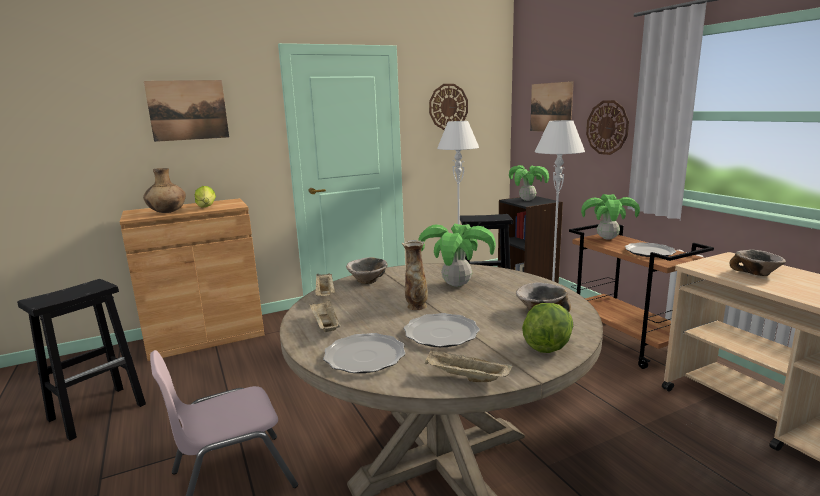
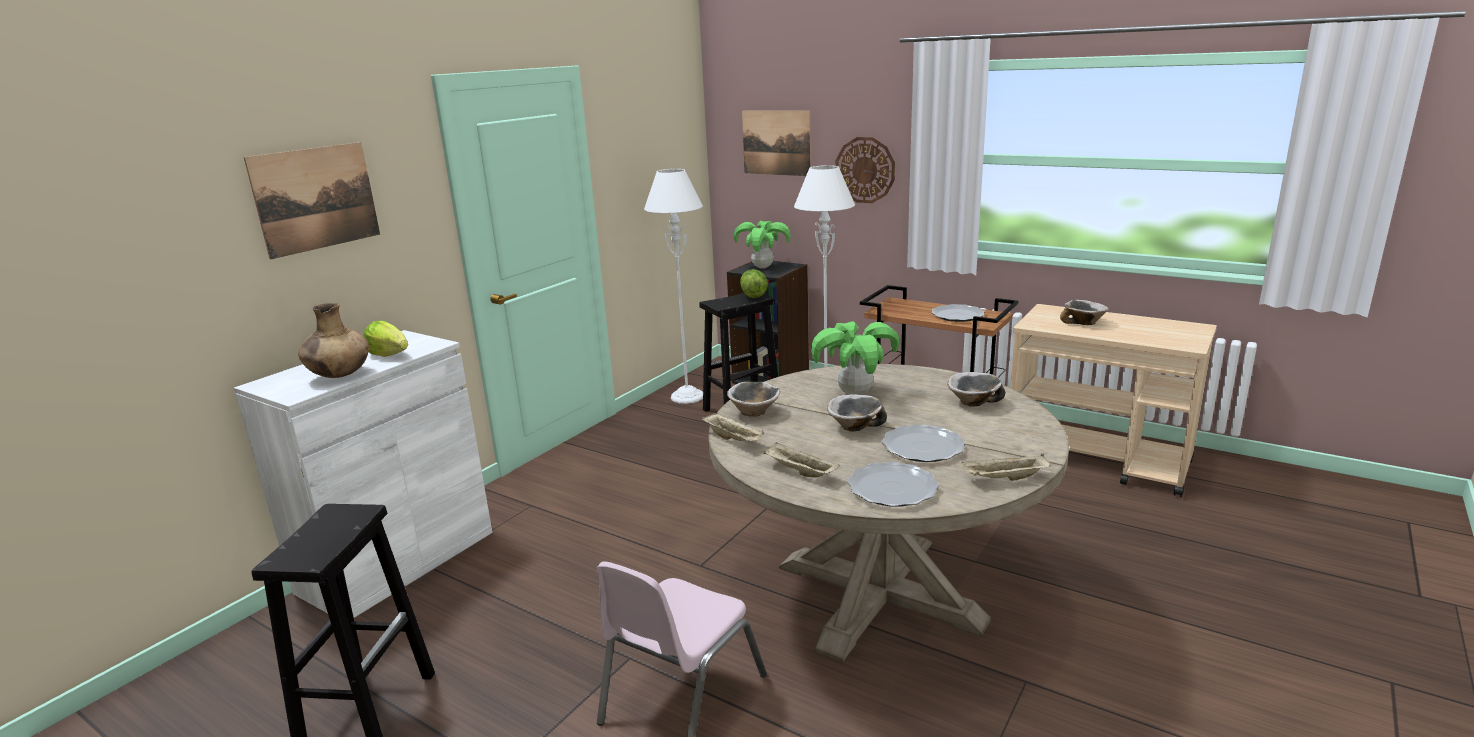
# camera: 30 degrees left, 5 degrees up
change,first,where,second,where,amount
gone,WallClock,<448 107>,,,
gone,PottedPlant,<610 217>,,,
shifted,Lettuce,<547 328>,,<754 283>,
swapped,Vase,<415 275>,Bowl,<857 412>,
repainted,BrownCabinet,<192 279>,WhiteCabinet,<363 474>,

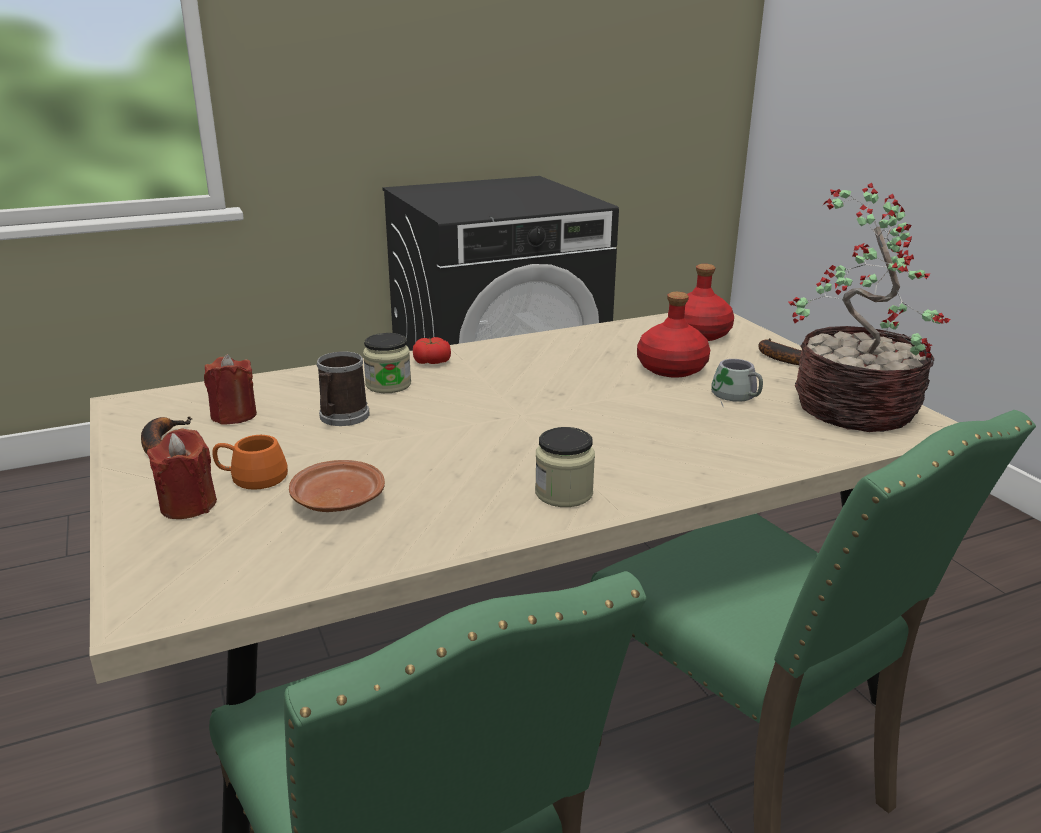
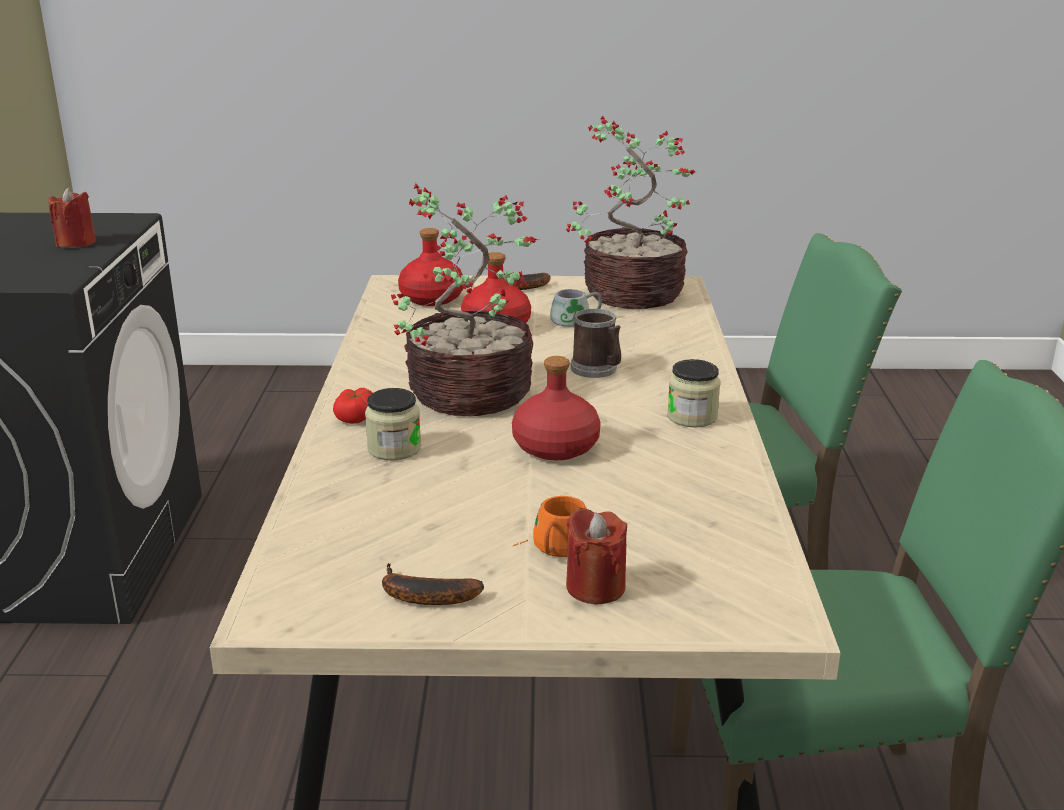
# camera: 65 degrees left, 0 degrees up
change,first,where,second,where,amount
gone,BrownPlate,<337 486>,,,
new,,,PottedPlant,<464 299>,
new,,,RedBottle,<556 408>,
shifted,RedCandle,<230 389>,,<72 218>,
shifted,Mug,<343 388>,,<596 343>,

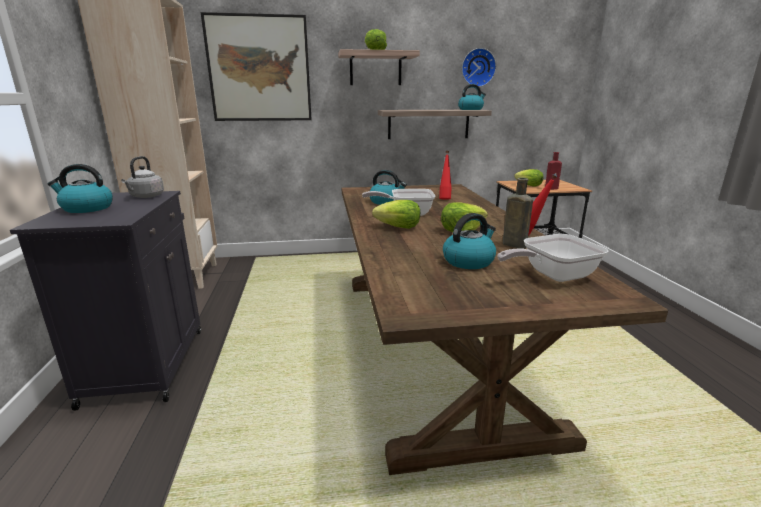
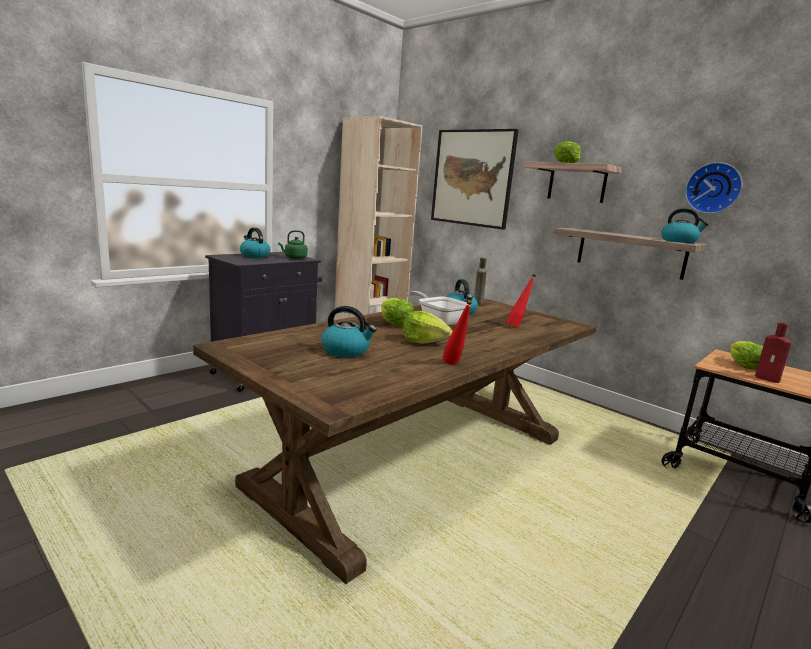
# camera: 50 degrees right, 5 degrees down
change,first,where,second,where,amount
gone,FryingPan,<553 258>,,,
shifted,BrownBottle,<518 213>,,<480 281>,
repainted,GreyKettle,<142 177>,GreenKettle,<293 244>,

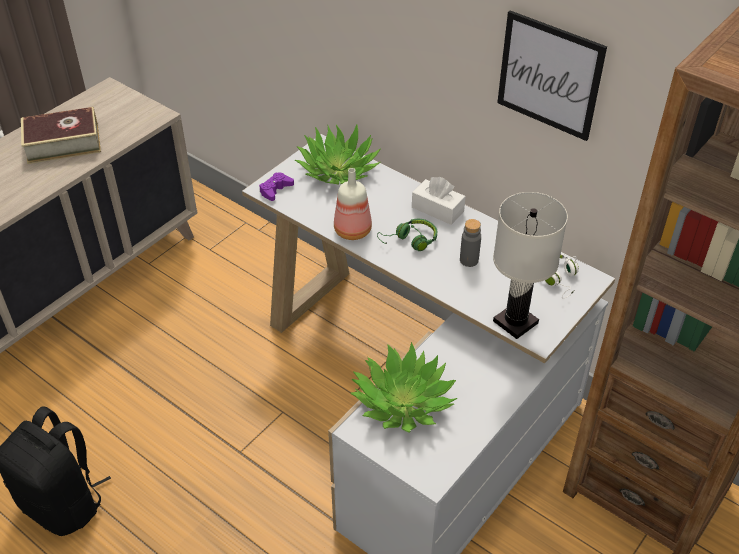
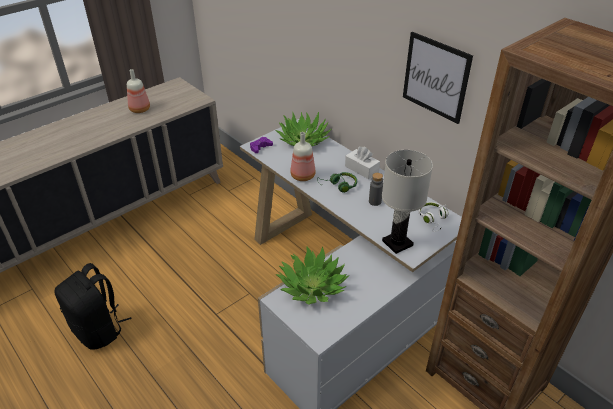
# camera: 10 degrees right, 5 degrees down
change,first,where,second,where,amount
swapped,Book,<61 135>,Bottle,<138 91>,

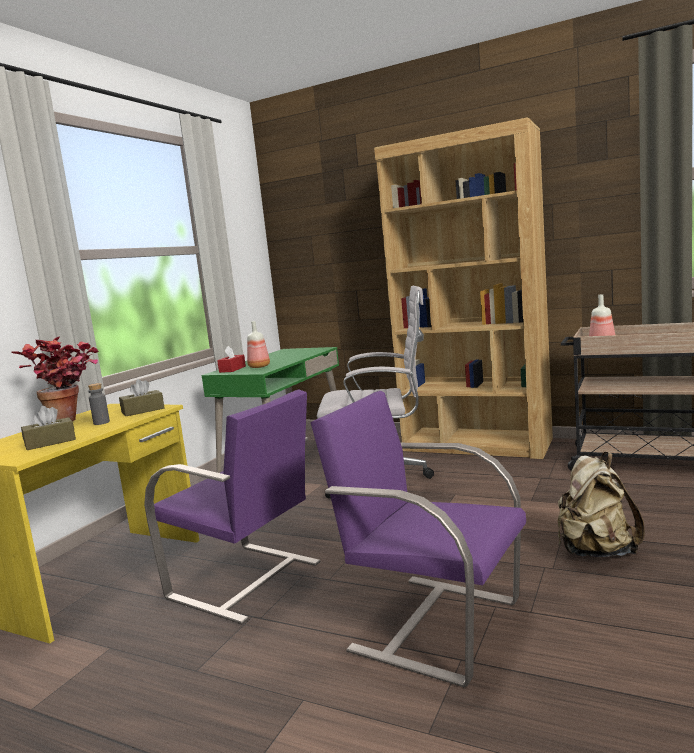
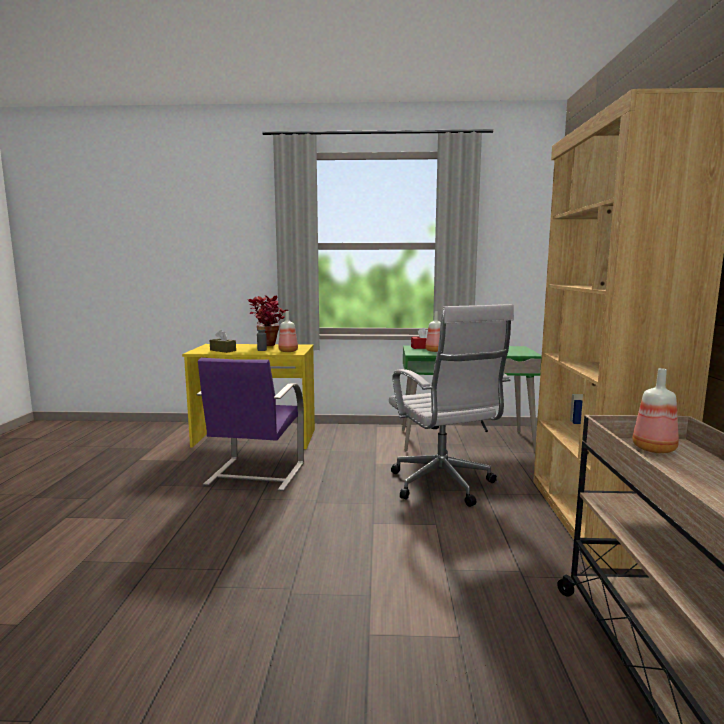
# camera: 65 degrees right, 0 degrees up
change,first,where,second,where,amount
gone,PurpleChair,<418 539>,,,
gone,BeigeBackpack,<601 504>,,,
swapped,BrownTissueBox,<141 397>,Bottle,<288 332>,

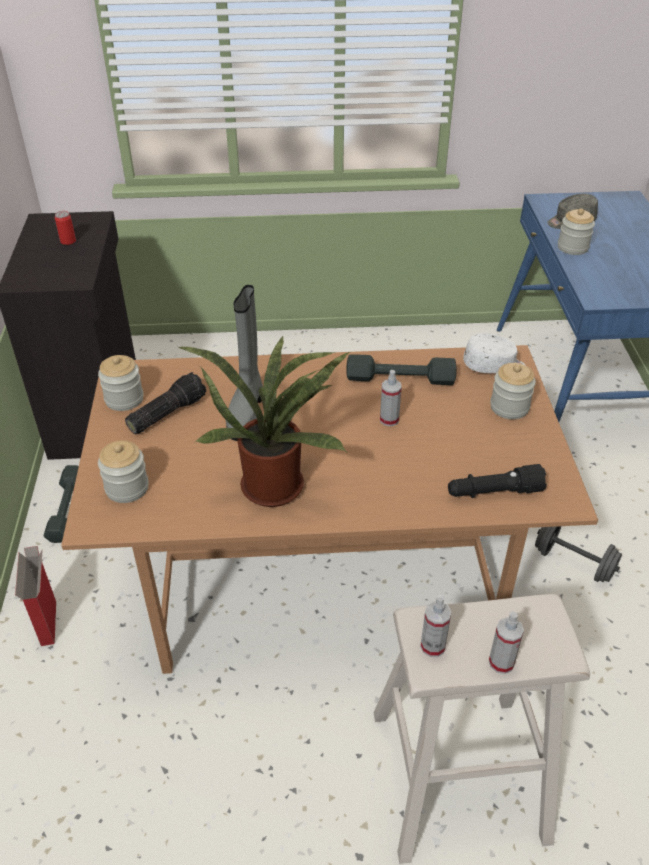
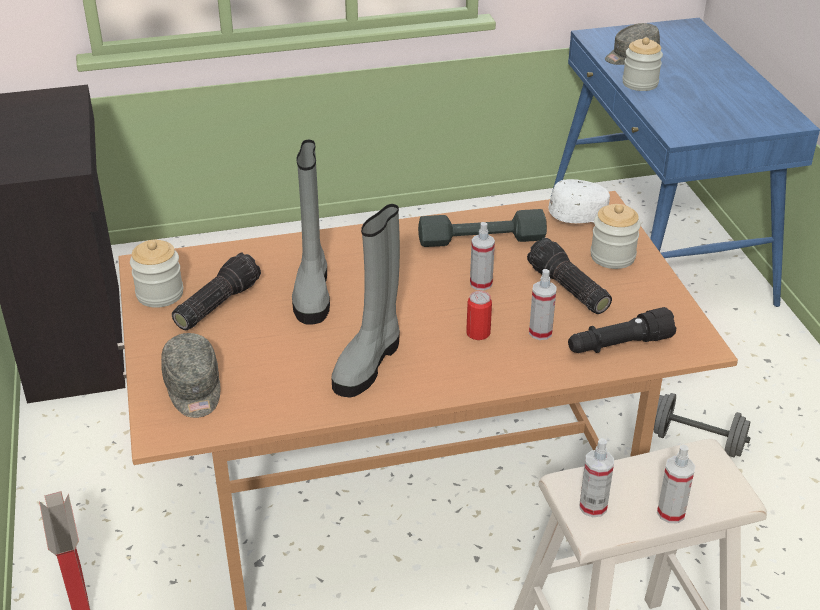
# camera: 10 degrees left, 5 degrees down
change,first,where,second,where,amount
gone,GreyDumbbell,<61 504>,,,
new,,,Flashlight,<569 276>,
new,,,SprayBottle,<543 304>,
shifted,Can,<65 228>,,<479 315>,
swapped,Jar,<123 471>,GreyCap,<190 375>,
swapped,PottedPlant,<263 420>,GreyBoot,<366 301>,

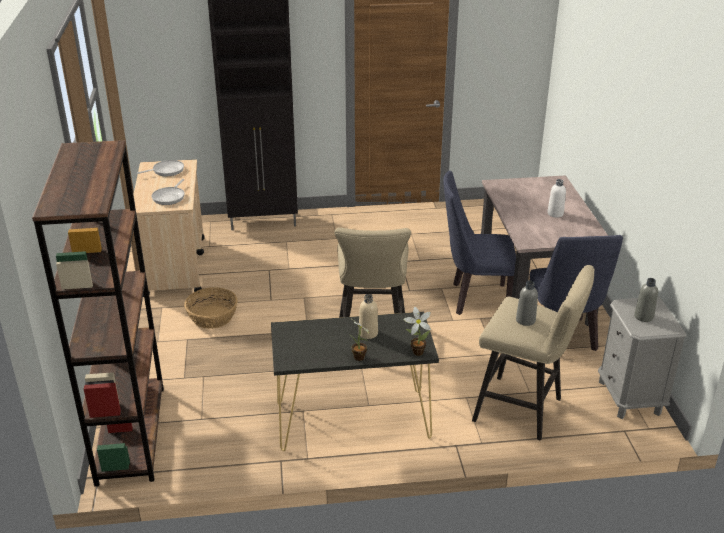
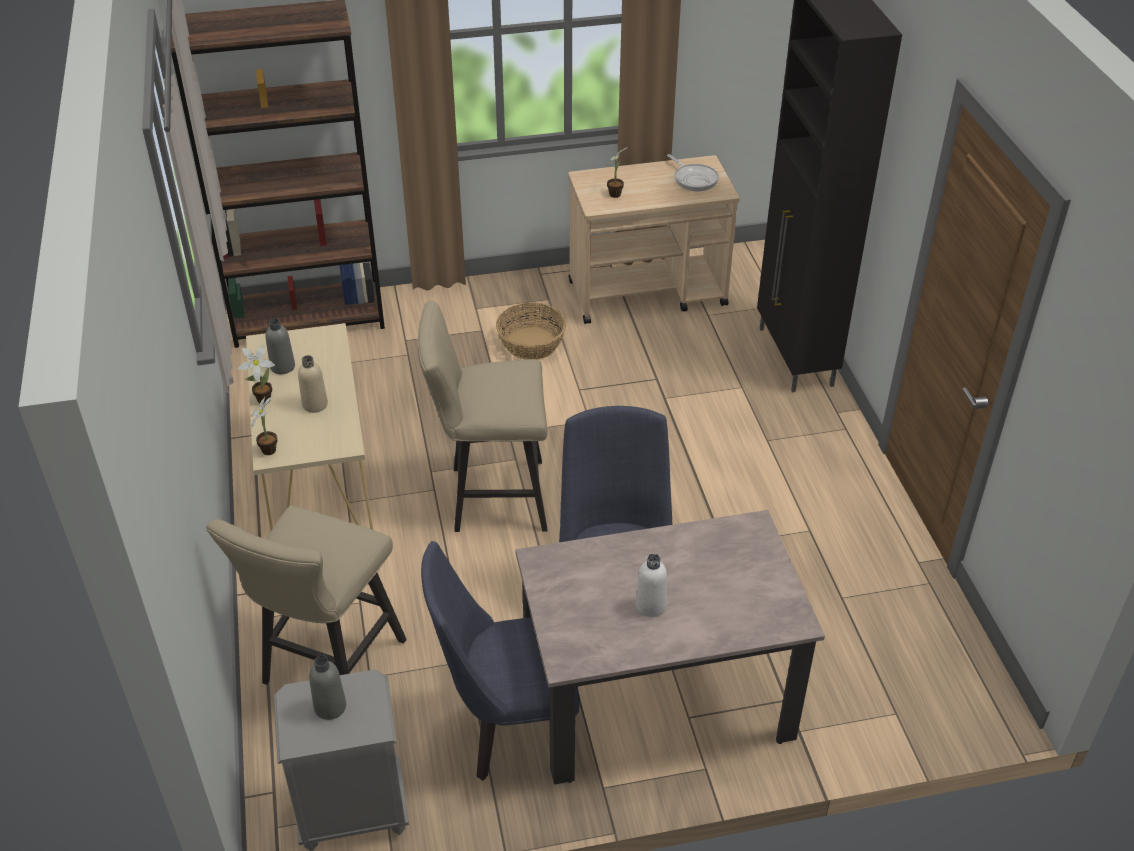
# camera: 85 degrees right, 10 degrees up
change,first,where,second,where,amount
shifted,GreyBottle,<527 303>,,<280 346>,
swapped,FryingPan,<168 192>,PottedPlant,<616 172>,
repainted,BlackConsoleTable,<355 381>,BeigeConsoleTable,<309 427>,

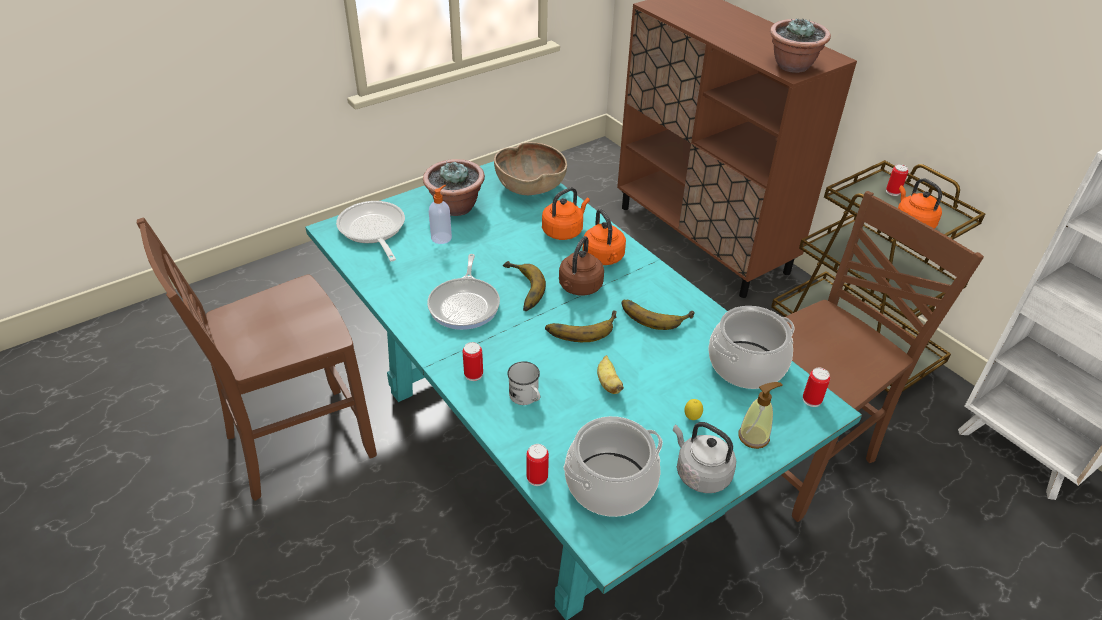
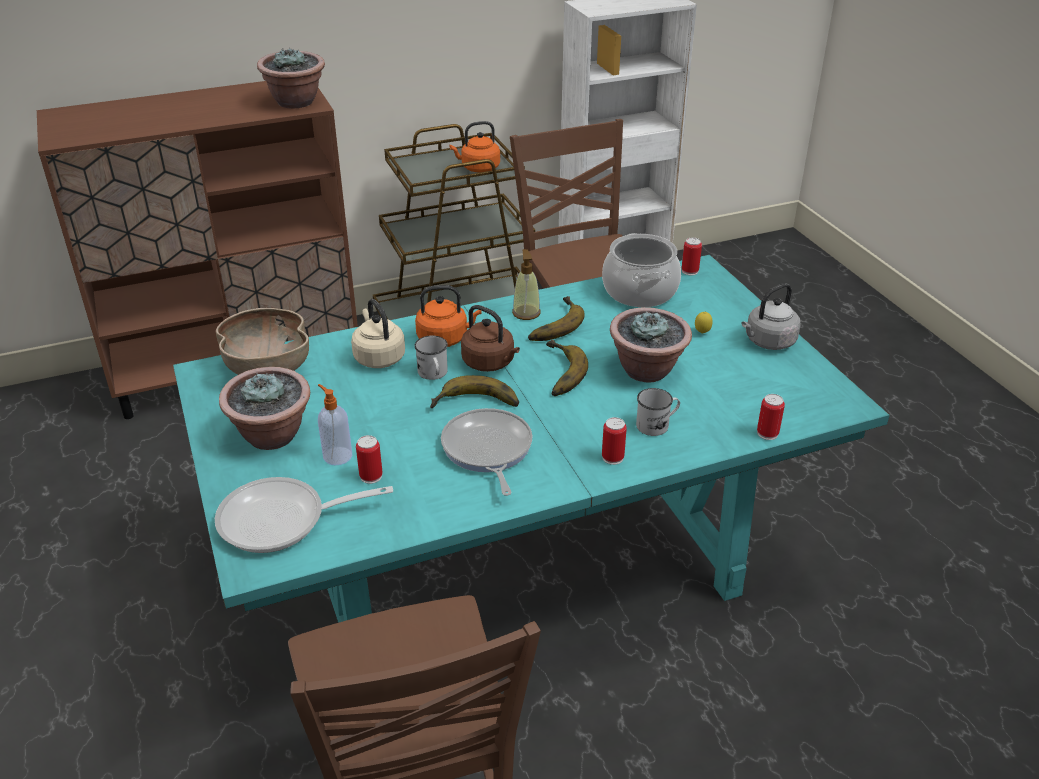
# camera: 75 degrees left, 5 degrees down
change,first,where,second,where,amount
gone,CookingPot,<613 466>,,,
new,,,WhiteMug,<431 358>,
shifted,SoapDispenser,<760 415>,,<526 284>,
shifted,Can,<897 180>,,<369 459>,
swapped,Banana,<610 374>,PottedPlant,<651 345>,
repainted,OrangeKettle,<566 213>,BeigeKettle,<378 333>,
rotated,FryingPan,<463 292>,,<486 452>,120 degrees counterclockwise

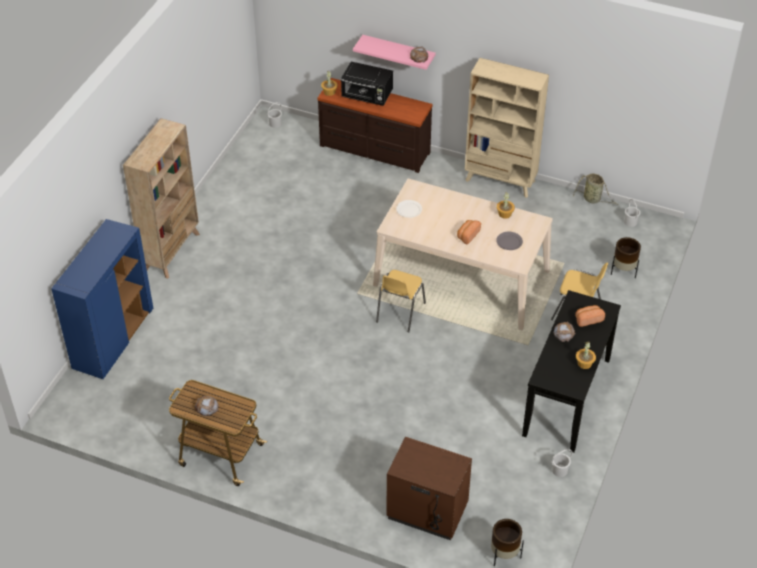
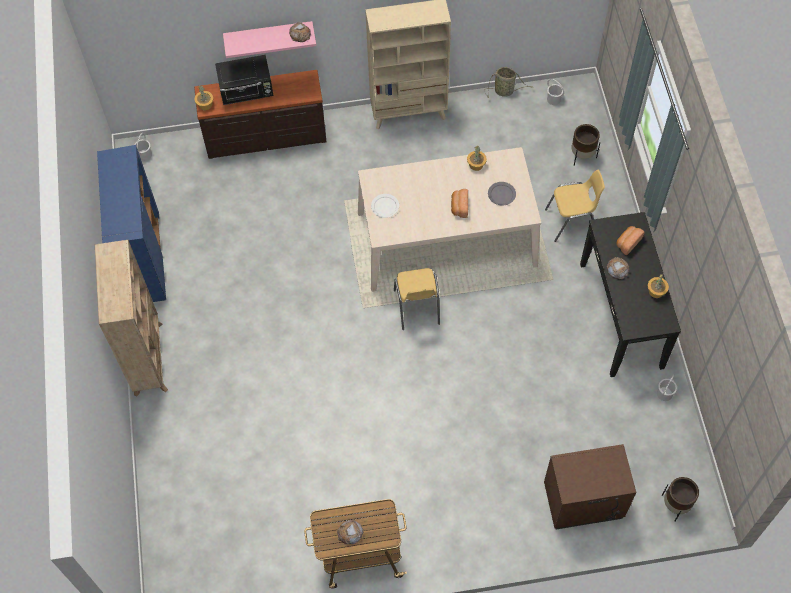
# camera: 30 degrees left, 15 degrees up
change,first,where,second,where,amount
shifted,BlueCabinet,<102 299>,,<131 223>,

